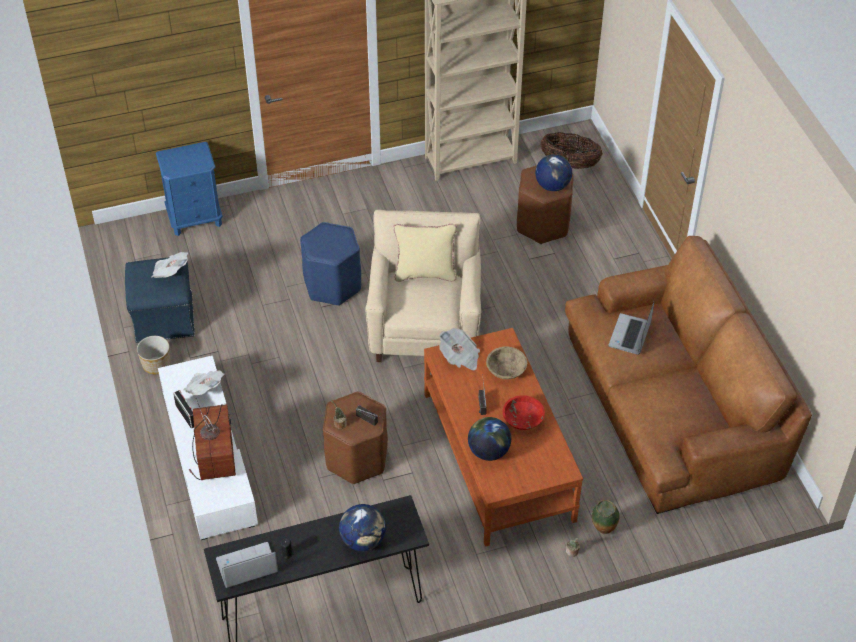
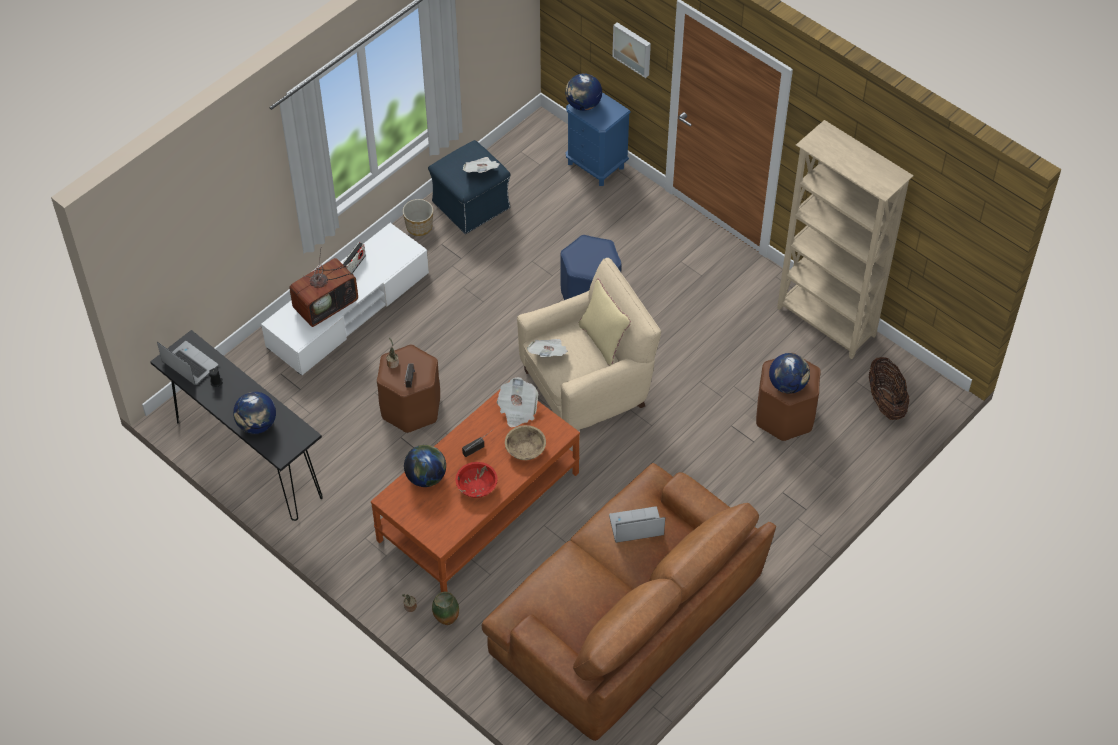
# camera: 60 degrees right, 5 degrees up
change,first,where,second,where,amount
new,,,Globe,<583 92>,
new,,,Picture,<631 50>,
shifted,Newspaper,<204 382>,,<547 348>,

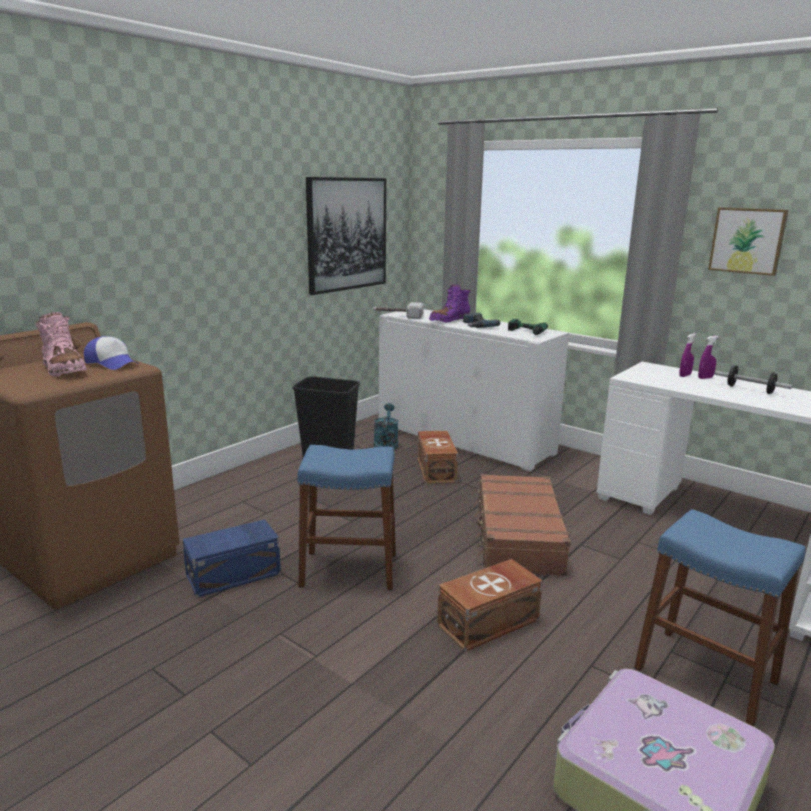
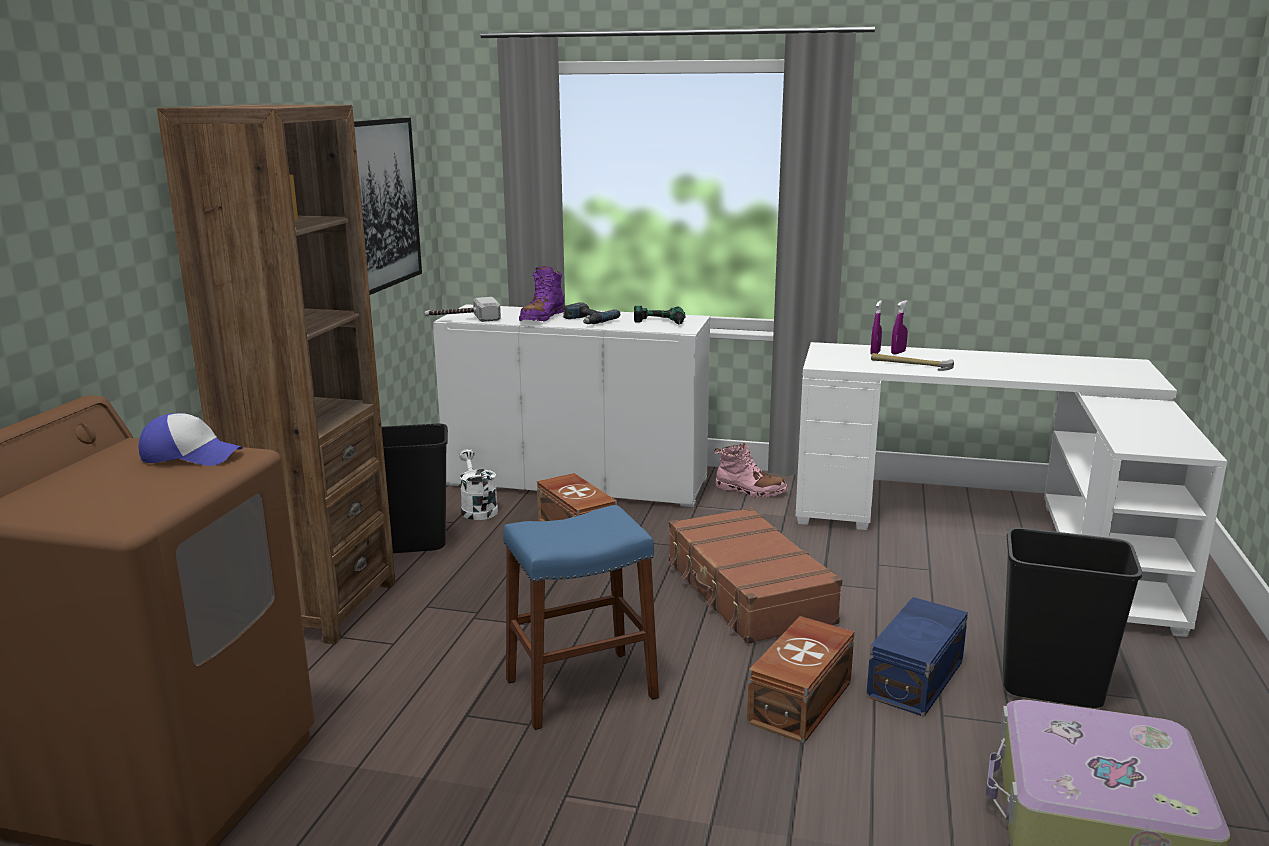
# camera: 25 degrees left, 0 degrees up
change,first,where,second,where,amount
gone,Picture,<748 241>,,,
gone,Dumbbell,<753 380>,,,
new,,,BrownBookcase,<276 375>,
new,,,Hammer,<912 362>,
shifted,PinkBoot,<61 344>,,<751 470>,
shifted,BlueStorageBox,<231 559>,,<917 657>,
swapped,BlueStool,<720 618>,BlackTrashCan,<1072 618>,
repainted,TurquoiseWateringCan,<386 426>,WhiteWateringCan,<478 484>,

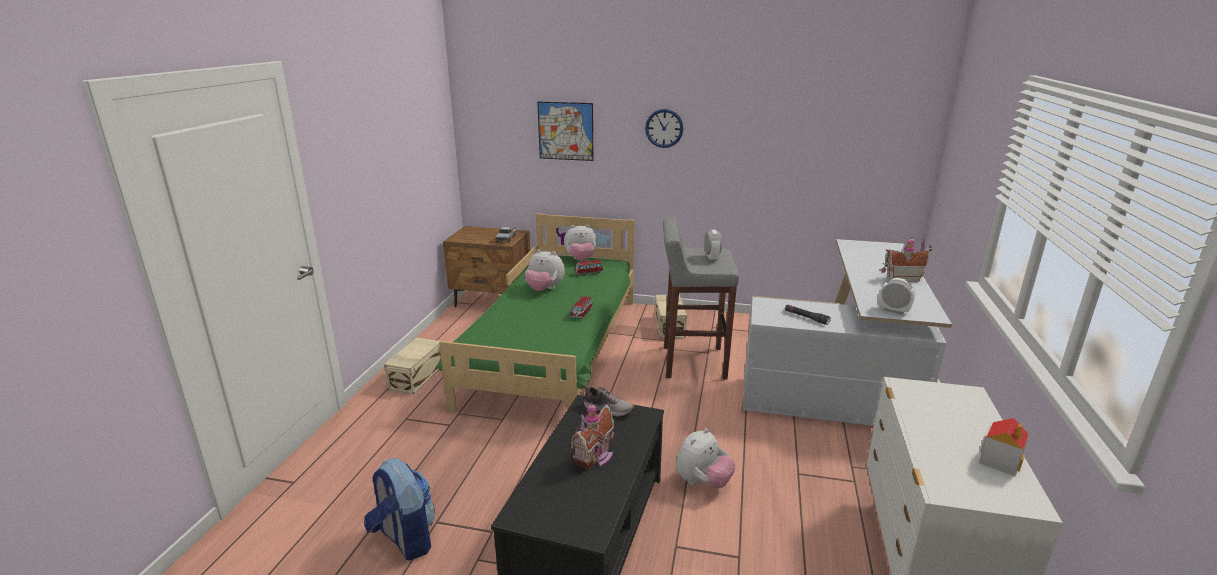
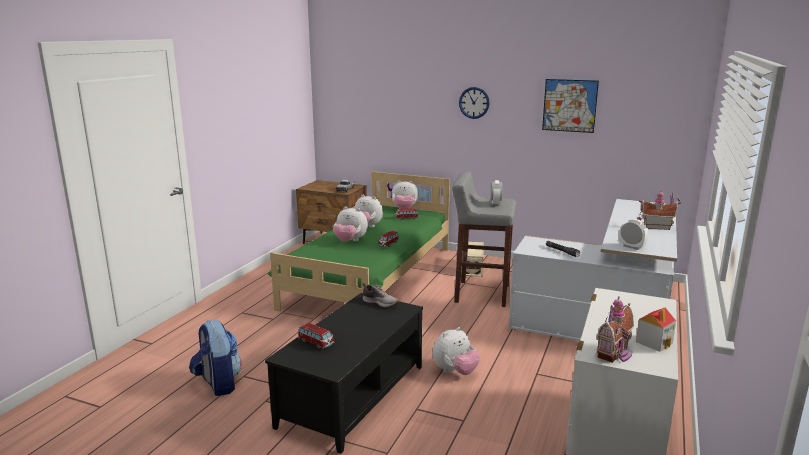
# camera: 10 degrees right, 5 degrees down
change,first,where,second,where,amount
gone,BeigeStorageBox,<412 366>,,,
new,,,ToyCar,<316 336>,
new,,,PlushToy,<350 224>,
shifted,Picture,<565 131>,,<570 106>,
shifted,ToyHouse,<592 435>,,<615 329>,

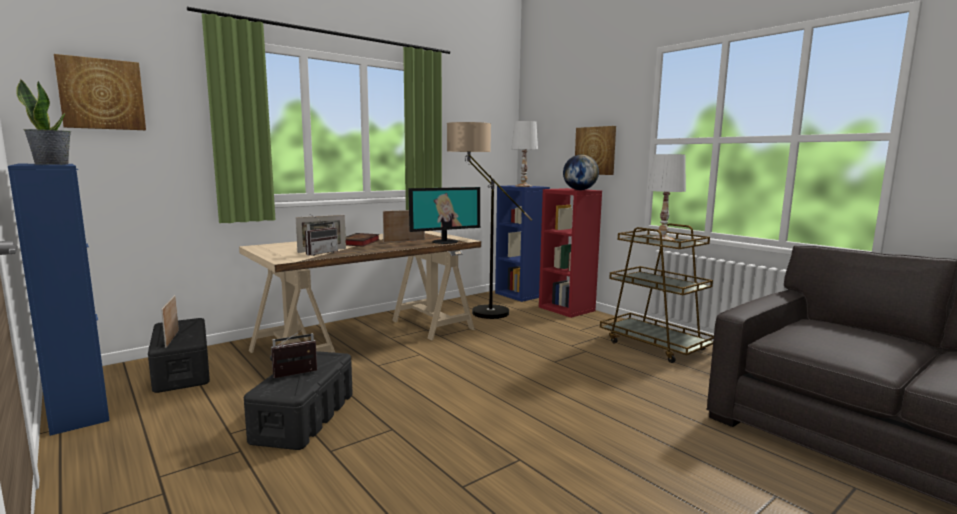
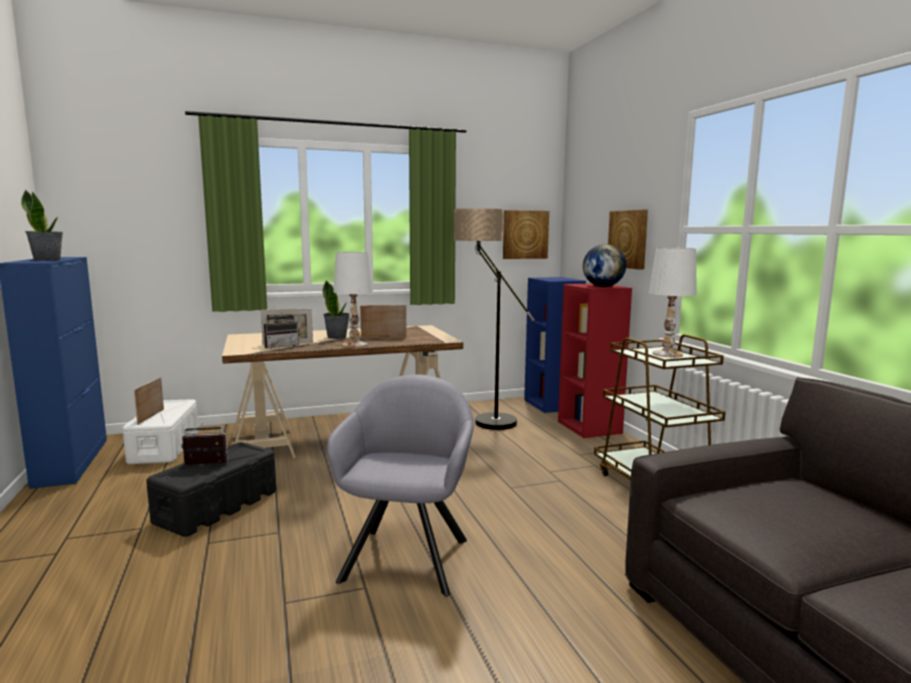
# camera: 20 degrees right, 0 degrees up
change,first,where,second,where,amount
gone,Monitor,<444 215>,,,
new,,,GreyArmchair,<400 485>,
shifted,Picture,<100 92>,,<526 234>,
shifted,WhiteTableLamp,<524 154>,,<353 300>,
swapped,Book,<363 240>,PottedPlant,<336 309>,
repainted,BlackStorageBox,<179 355>,WhiteStorageBox,<160 431>,

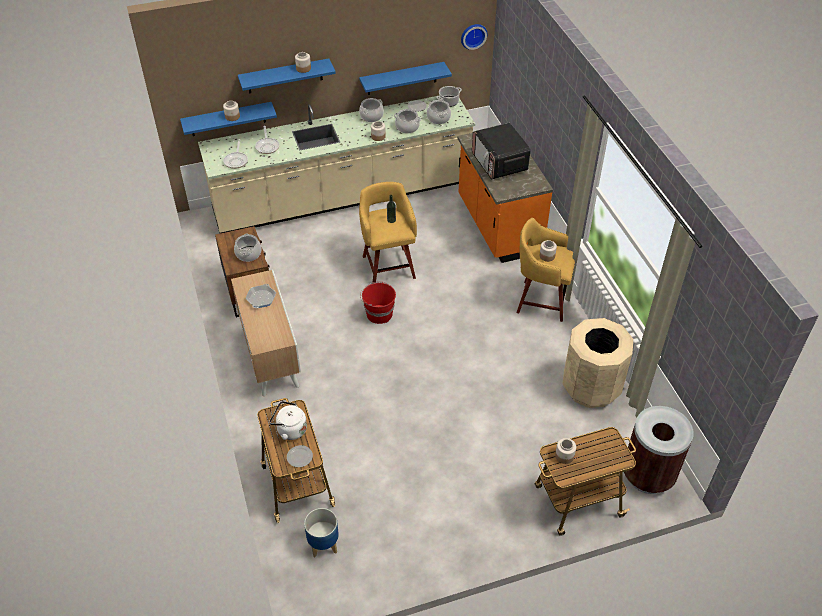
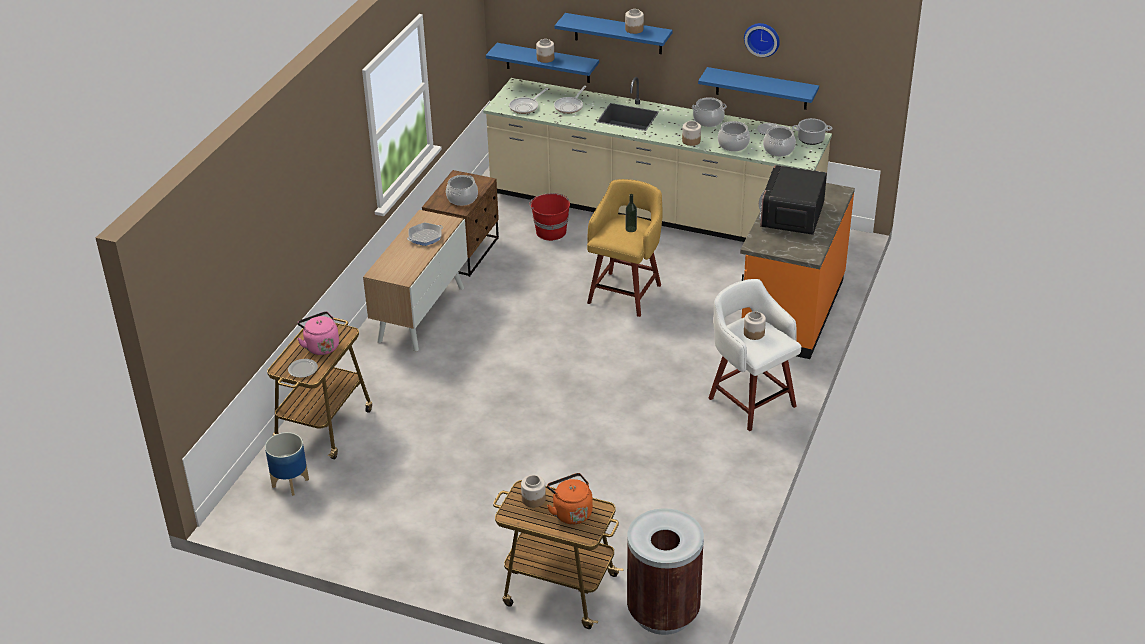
# camera: 40 degrees right, 10 degrees down
change,first,where,second,where,amount
gone,BeigeTrashCan,<597 363>,,,
new,,,OrangeKettle,<570 498>,
shifted,RedBucket,<378 303>,,<549 217>,
shifted,WallClock,<474 37>,,<762 40>,
repainted,WhiteKettle,<288 420>,PinkKettle,<318 333>,
repainted,YellowStool,<546 270>,WhiteStool,<755 355>,

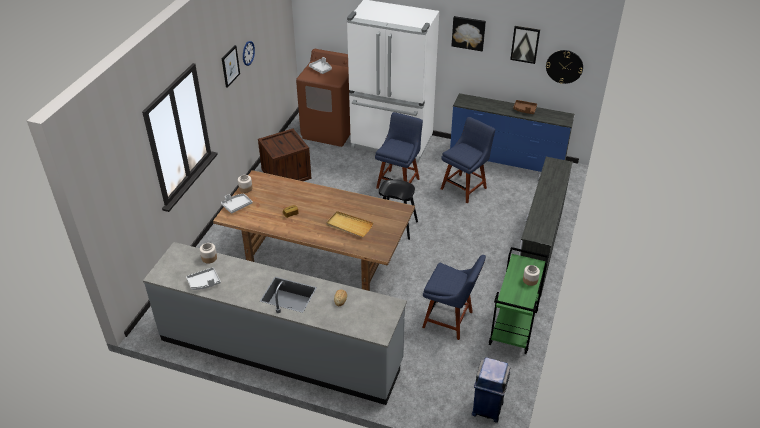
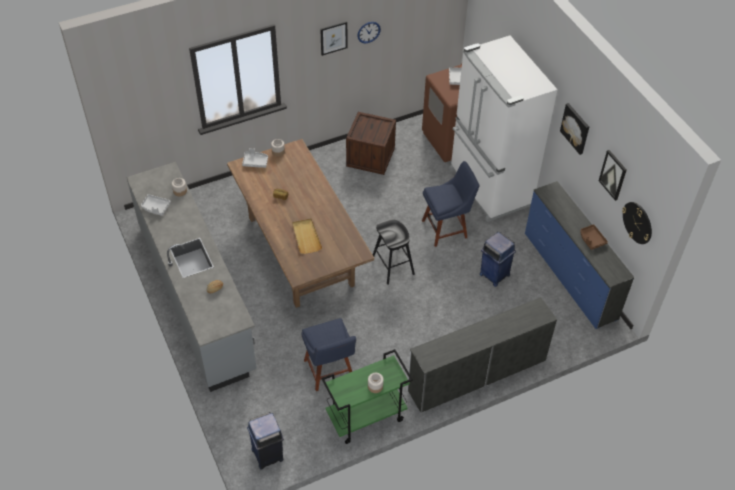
# camera: 45 degrees right, 10 degrees up
change,first,where,second,where,amount
swapped,BlueChair,<468 160>,BlueTrashCan,<498 259>,

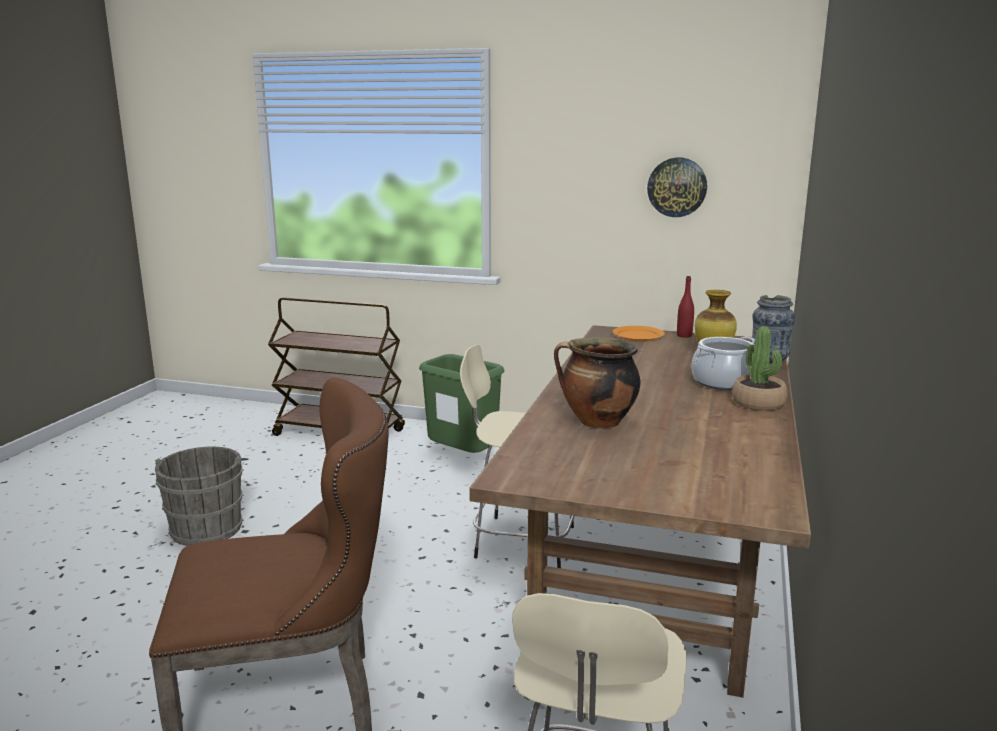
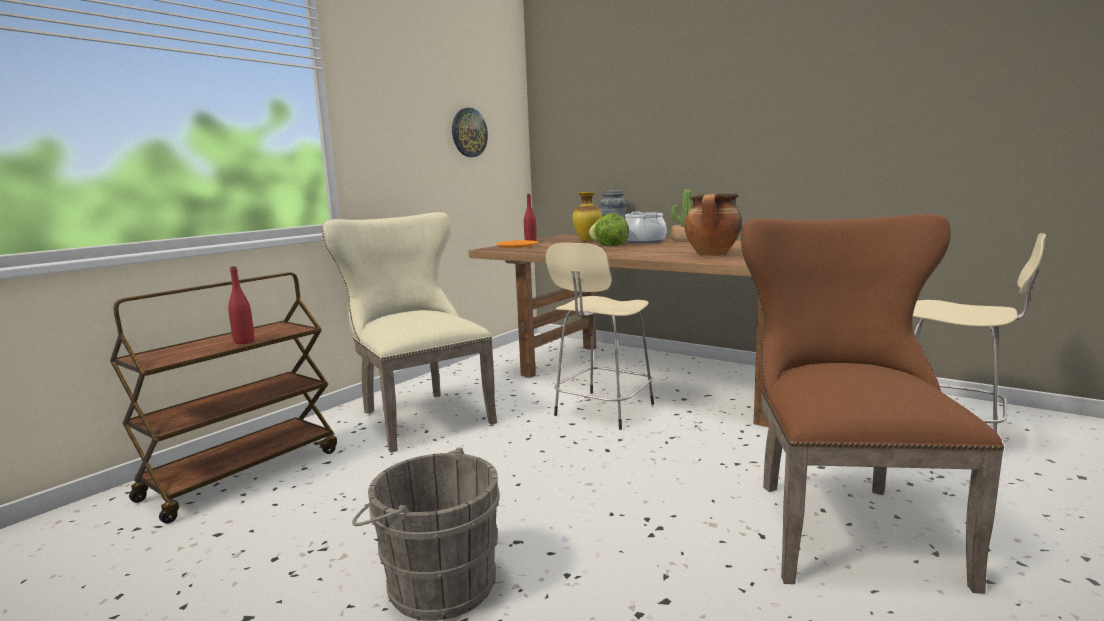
# camera: 70 degrees left, 5 degrees down
change,first,where,second,where,amount
new,,,RedBottle,<241 305>,
new,,,Lettuce,<609 229>,
swapped,GreenTrashCan,<461 403>,BeigeChair,<409 332>,

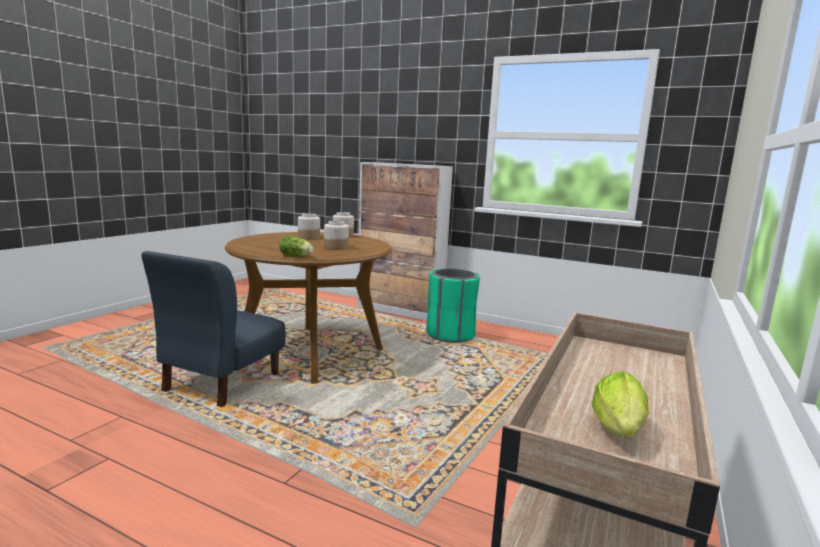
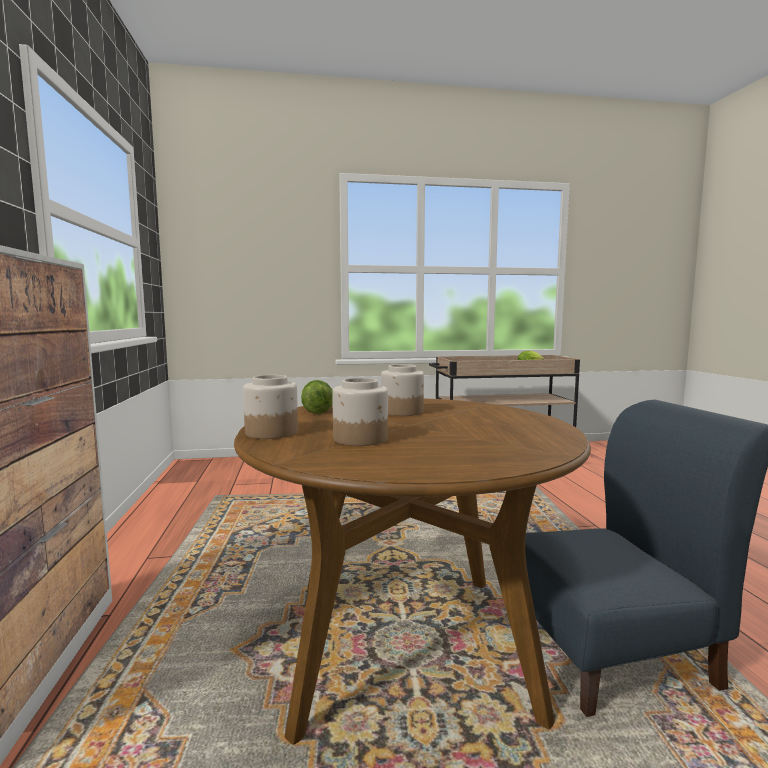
# camera: 125 degrees left, 5 degrees down
change,first,where,second,where,amount
gone,GreenTrashCan,<453 306>,,,
shifted,Lettuce,<296 246>,,<317 397>,

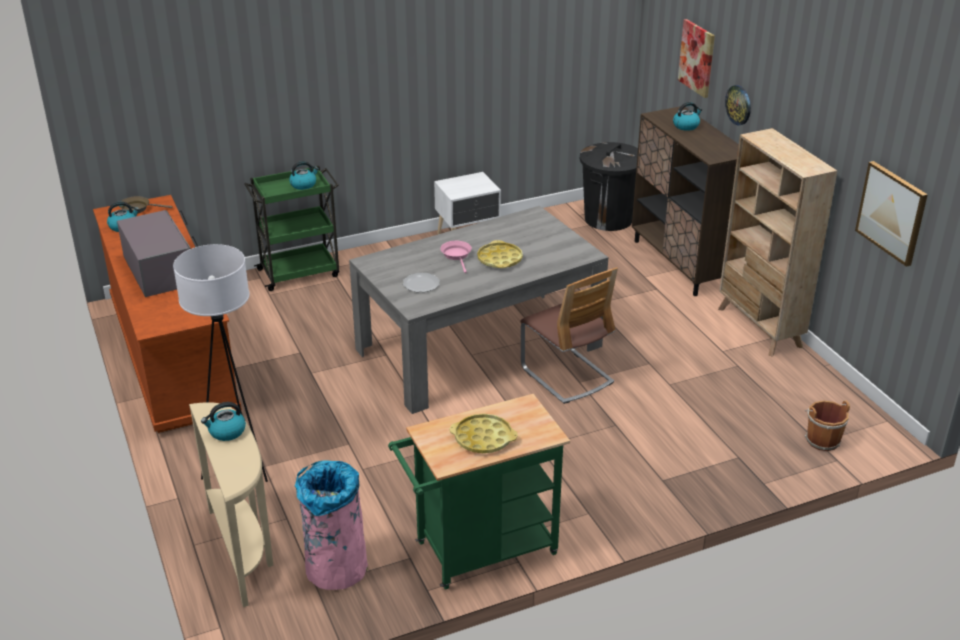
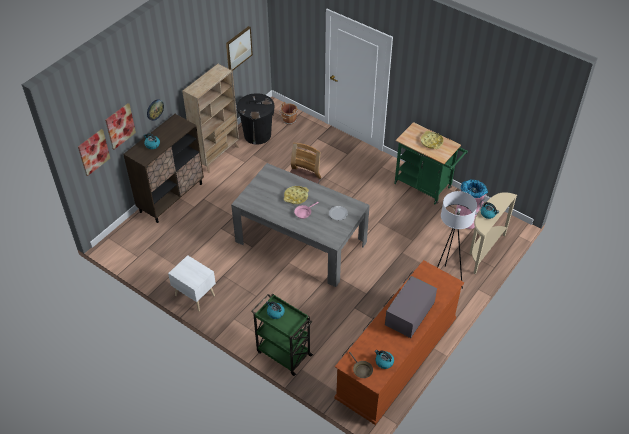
# camera: 120 degrees left, 15 degrees up
change,first,where,second,where,amount
new,,,Picture,<94 152>,
shifted,BlackTrashCan,<609 186>,,<255 119>,

